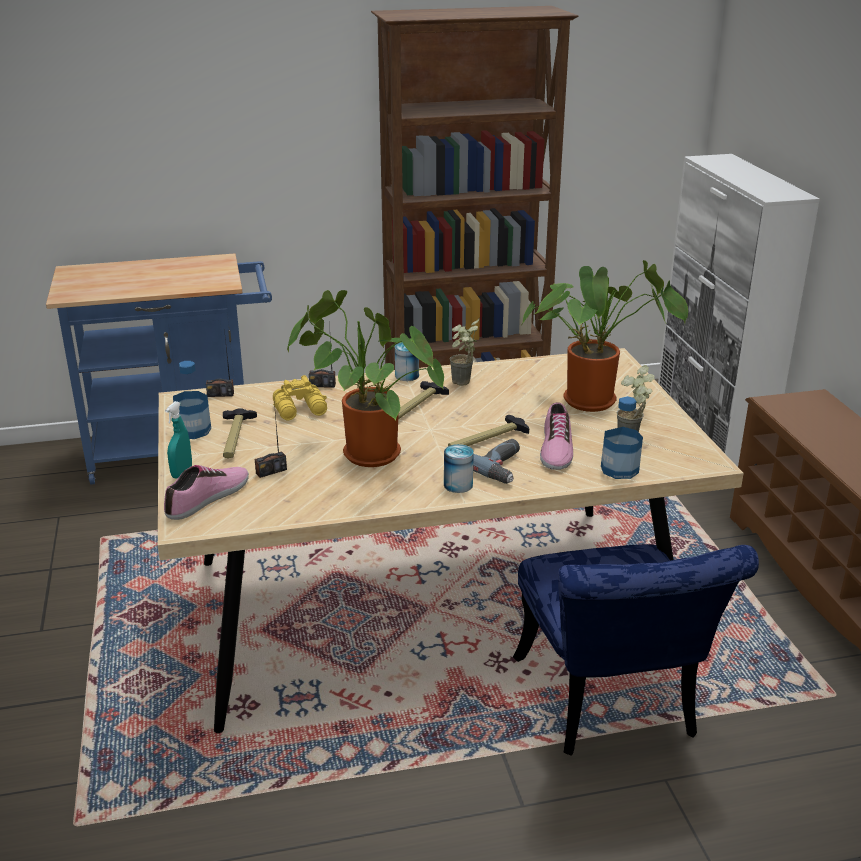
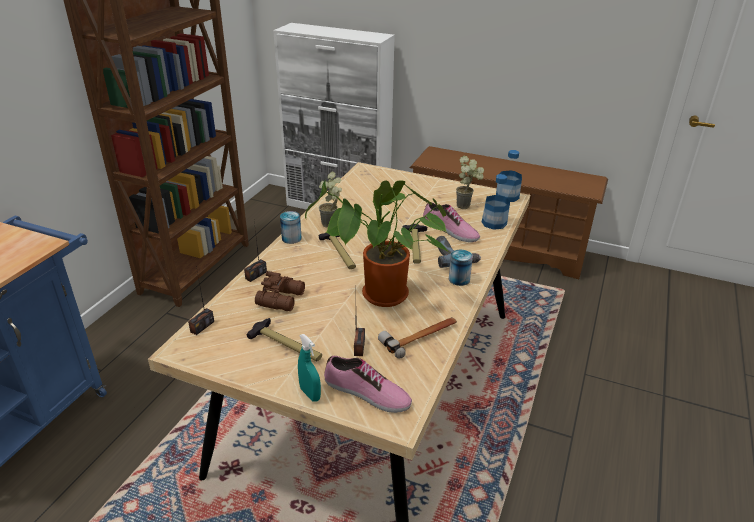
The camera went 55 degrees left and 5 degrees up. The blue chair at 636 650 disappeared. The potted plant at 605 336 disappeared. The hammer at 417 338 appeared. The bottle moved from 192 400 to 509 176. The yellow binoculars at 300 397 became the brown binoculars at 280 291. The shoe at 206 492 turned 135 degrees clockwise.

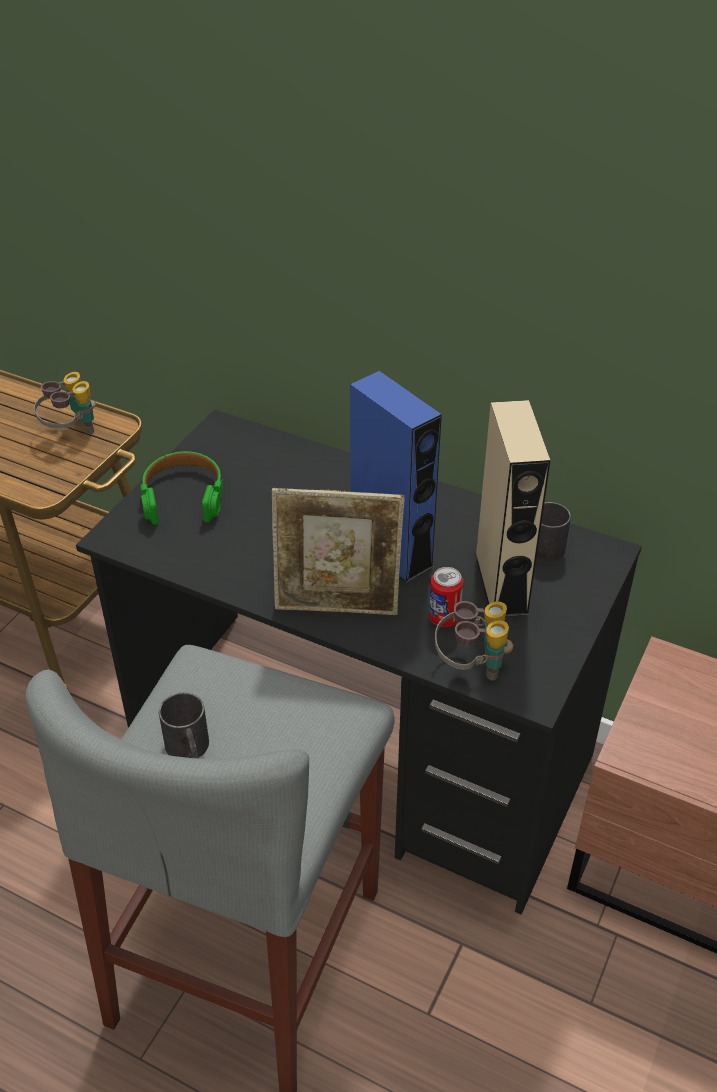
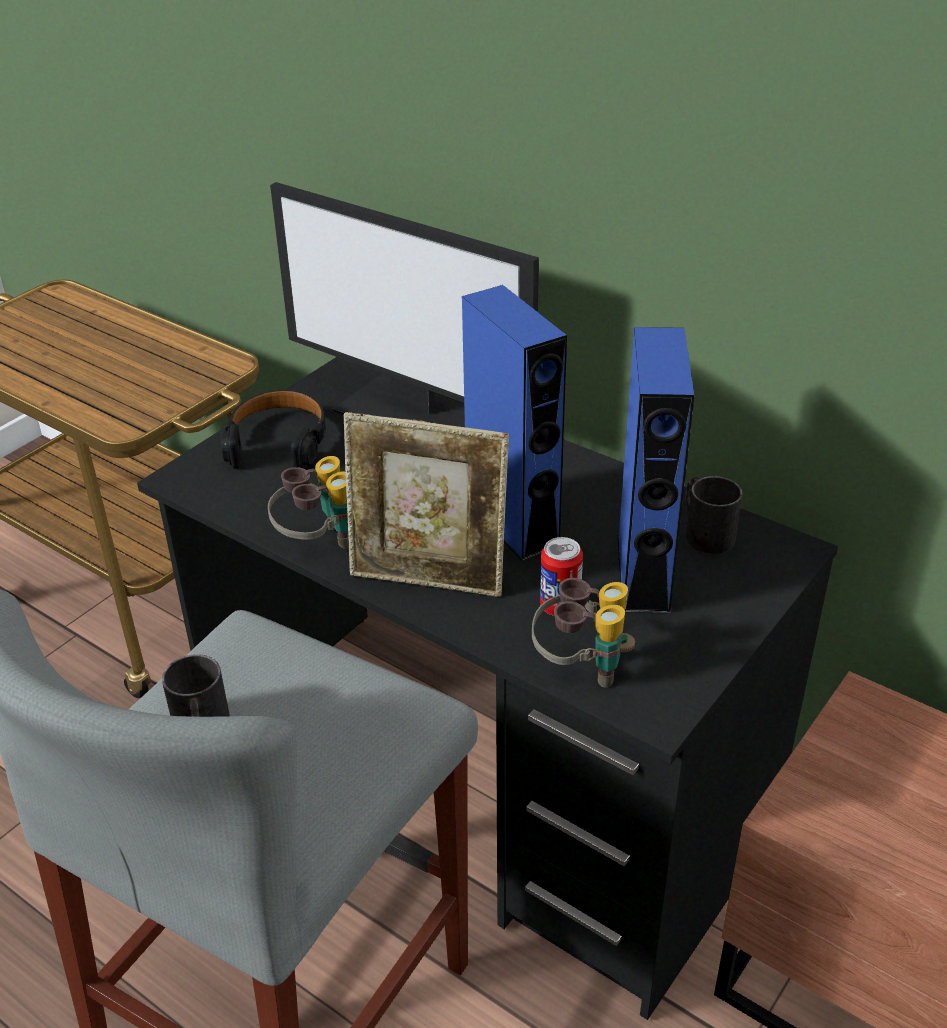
The camera went 10 degrees right and 5 degrees down. The monitor at 404 304 appeared. The binoculars moved from 65 403 to 308 502. The green headphones at 181 488 became the black headphones at 273 429. The beige speaker at 513 508 became the blue speaker at 656 470.

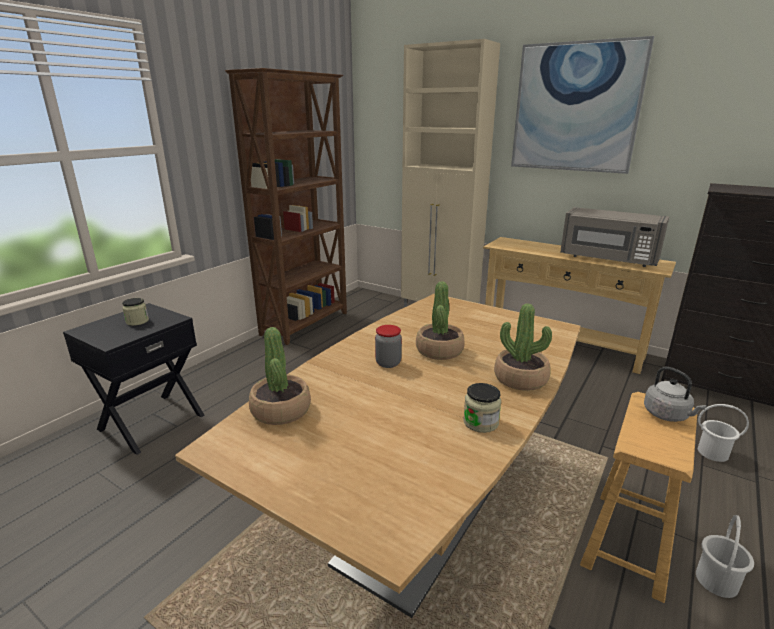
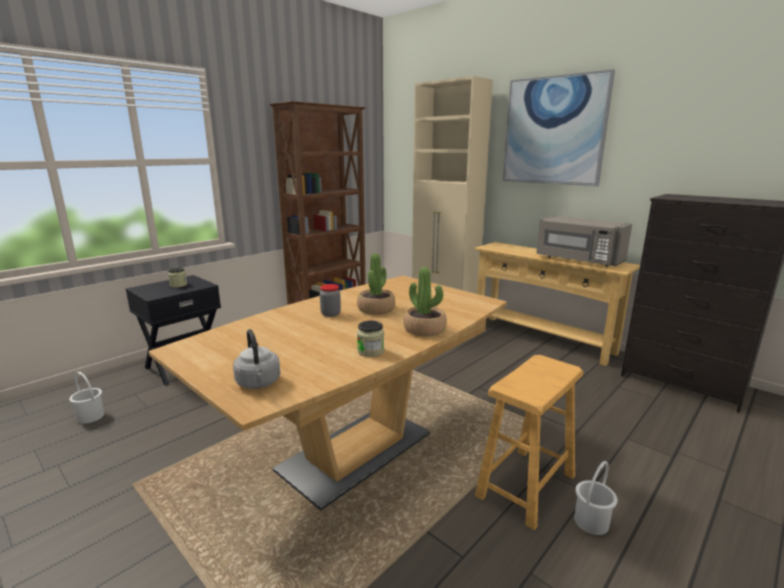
The camera went 10 degrees right and 5 degrees down. The potted plant at 280 376 disappeared. The grey kettle moved from 675 394 to 257 359. The white bucket moved from 723 433 to 87 398.

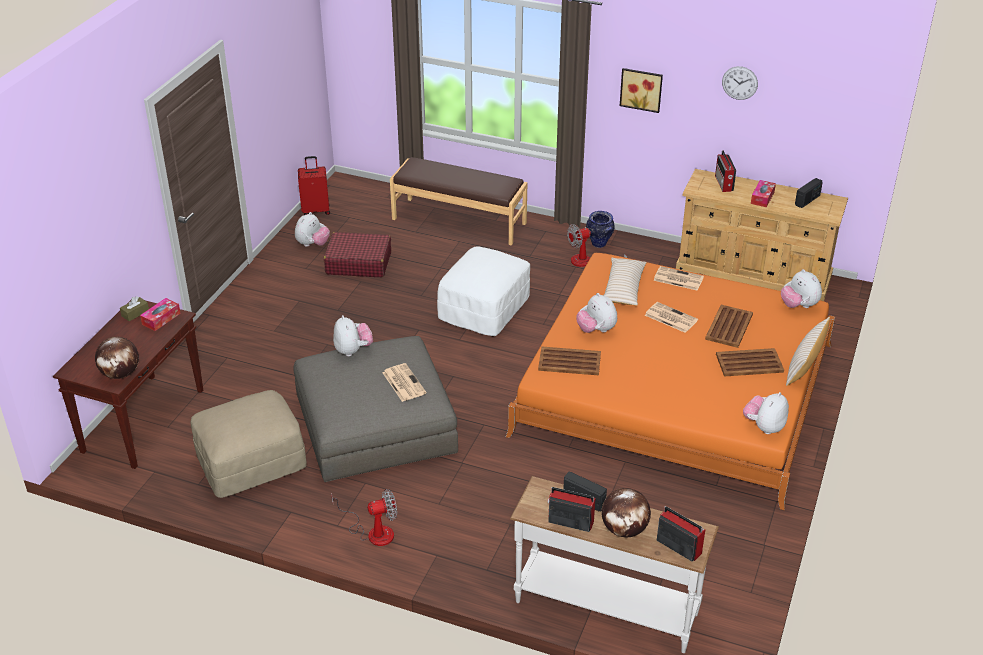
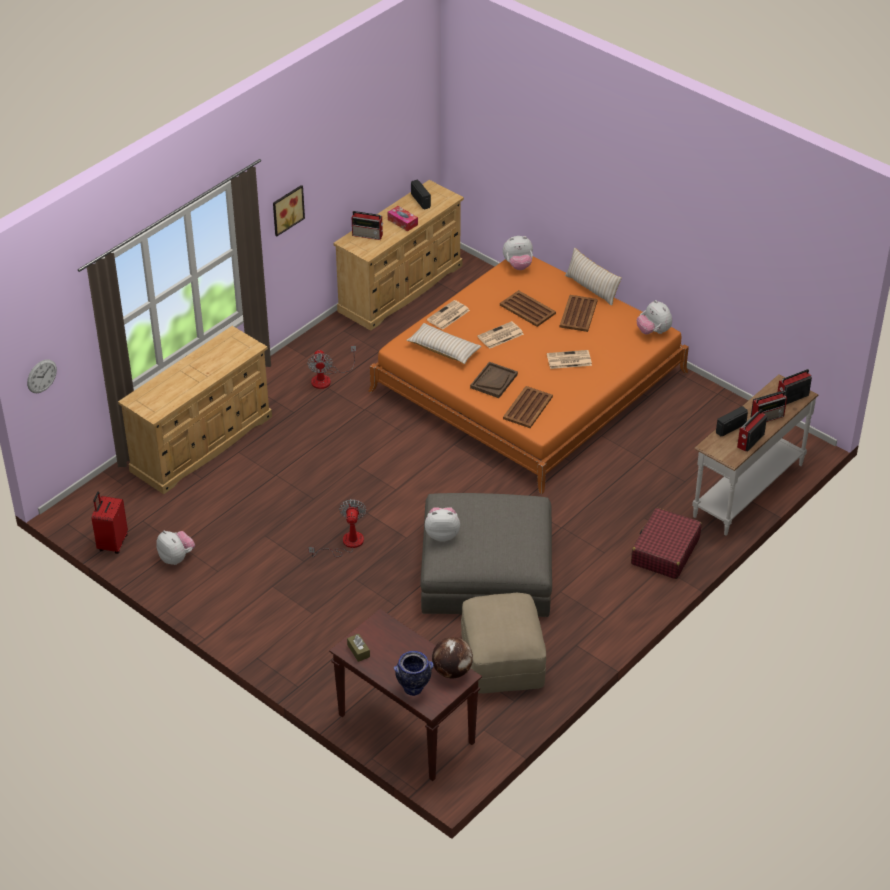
The camera went 70 degrees left and 5 degrees up. The tissue box at 160 314 disappeared. The white ottoman at 483 291 disappeared. The red suitcase moved from 357 254 to 666 543. The fan moved from 364 517 to 337 528. The newspaper moved from 404 382 to 569 359. The vase moved from 600 229 to 414 673. The wall clock moved from 740 83 to 42 376. The brown bench at 458 201 was replaced by the beige dresser at 195 410. The plush toy at 596 313 was replaced by the brown tray at 494 380. The globe at 626 513 was replaced by the radio at 769 406.

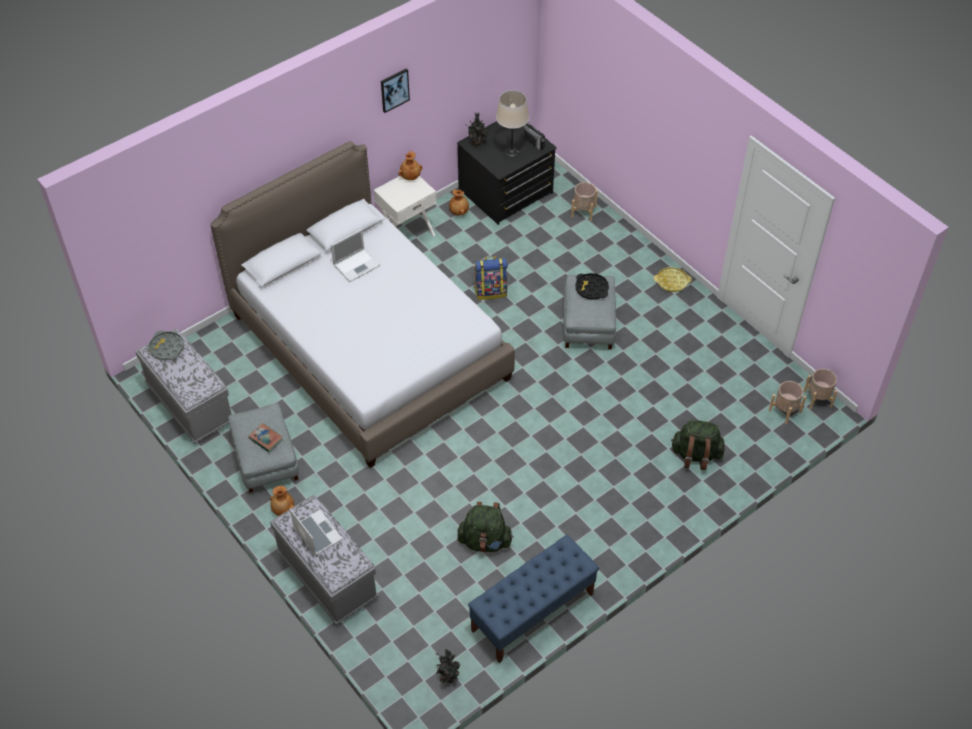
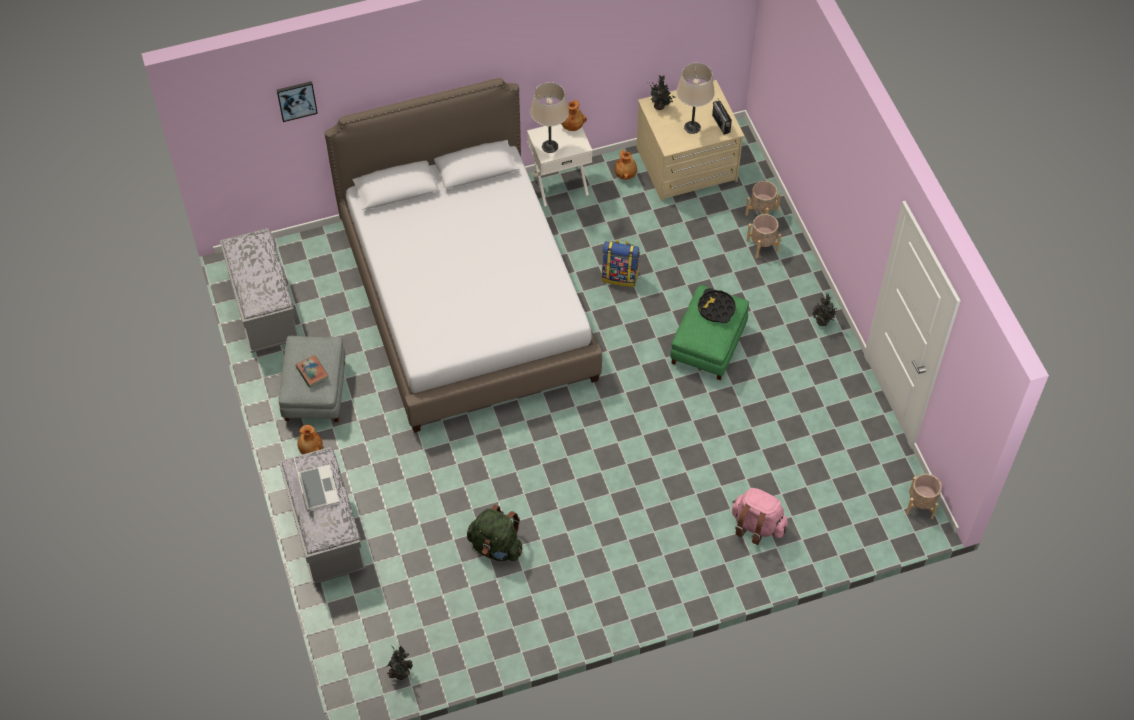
The camera went 20 degrees right and 5 degrees up. The grey tray at 166 345 disappeared. The laptop at 355 255 disappeared. The blue bench at 533 599 disappeared. The beige table lamp at 550 117 appeared. The picture moved from 395 91 to 297 101. The beige planter moved from 787 403 to 763 236. The yellow tray at 673 279 was replaced by the potted plant at 824 309. The black dresser at 507 173 became the beige dresser at 690 141. The grey ottoman at 589 312 became the green ottoman at 709 332. The green backpack at 698 445 became the pink backpack at 760 516.

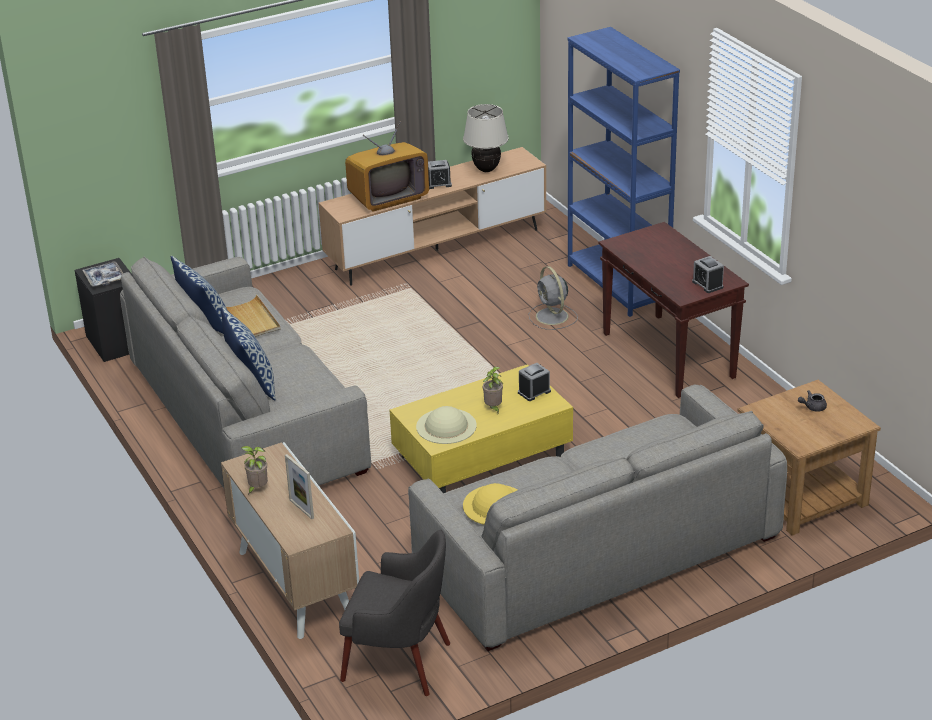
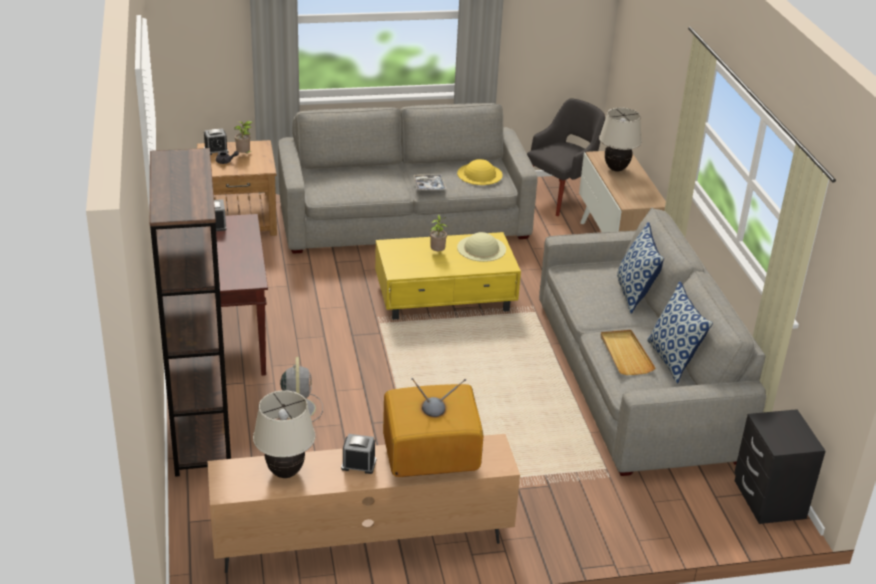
The camera went 165 degrees left and 0 degrees up. The tray moved from 103 274 to 430 182. The potted plant moved from 254 470 to 243 137. The alarm clock moved from 534 382 to 216 141. The picture frame at 299 486 was replaced by the beige table lamp at 620 140. The blue bookcase at 624 172 became the brown bookcase at 190 312. The grey armchair at 394 613 turned 105 degrees clockwise.

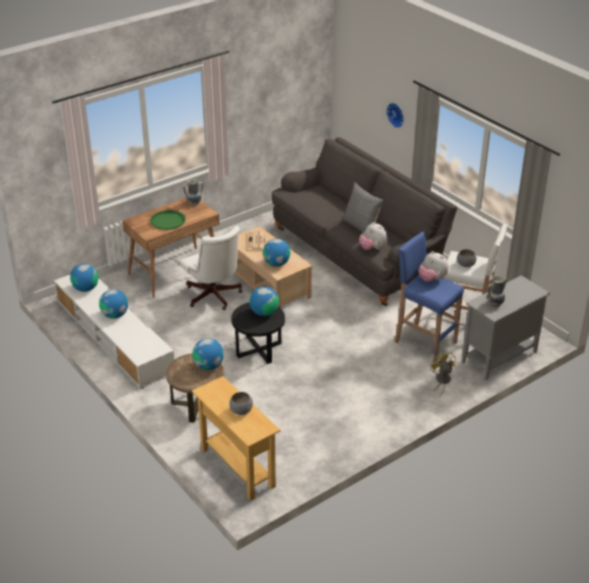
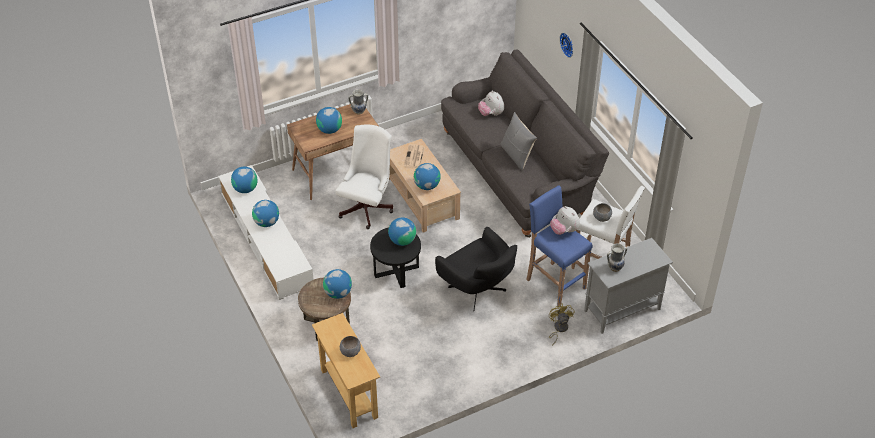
The camera went 10 degrees right and 10 degrees up. The black armchair at 476 268 appeared. The plush toy moved from 373 236 to 491 103. The green tray at 168 220 was replaced by the globe at 329 120. The white office chair at 211 268 turned 135 degrees counterclockwise.

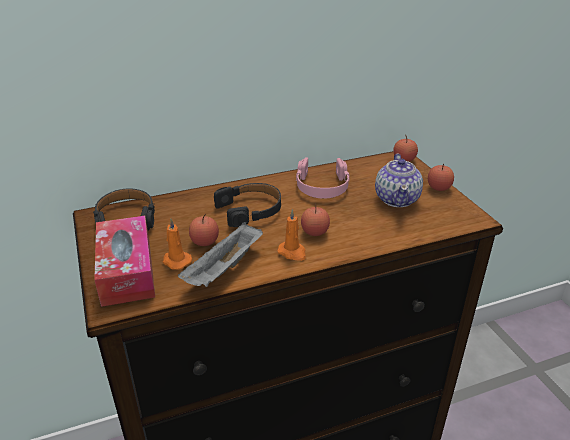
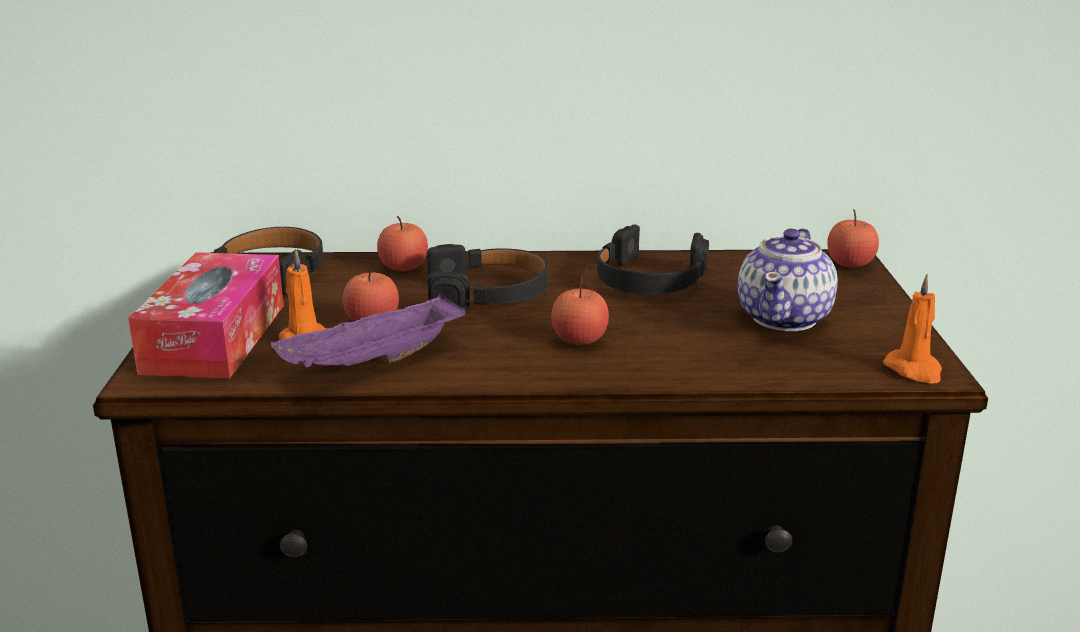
The camera went 20 degrees right and 10 degrees down. The orange candle moved from 291 235 to 912 329. The apple moved from 441 177 to 402 243. The grey tray at 220 254 became the purple tray at 368 330. The pink headphones at 323 178 became the black headphones at 653 259.

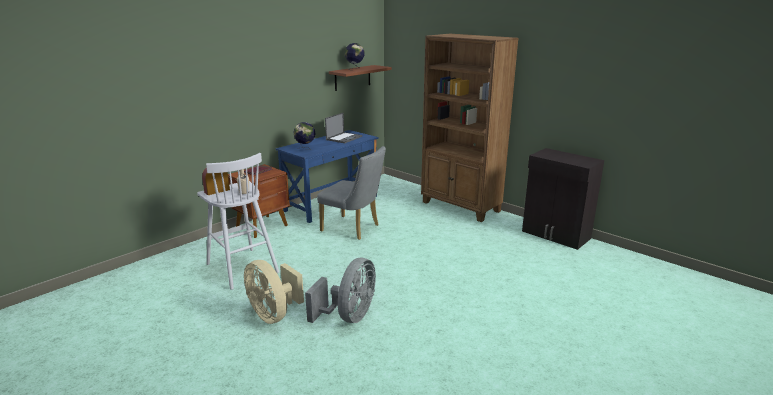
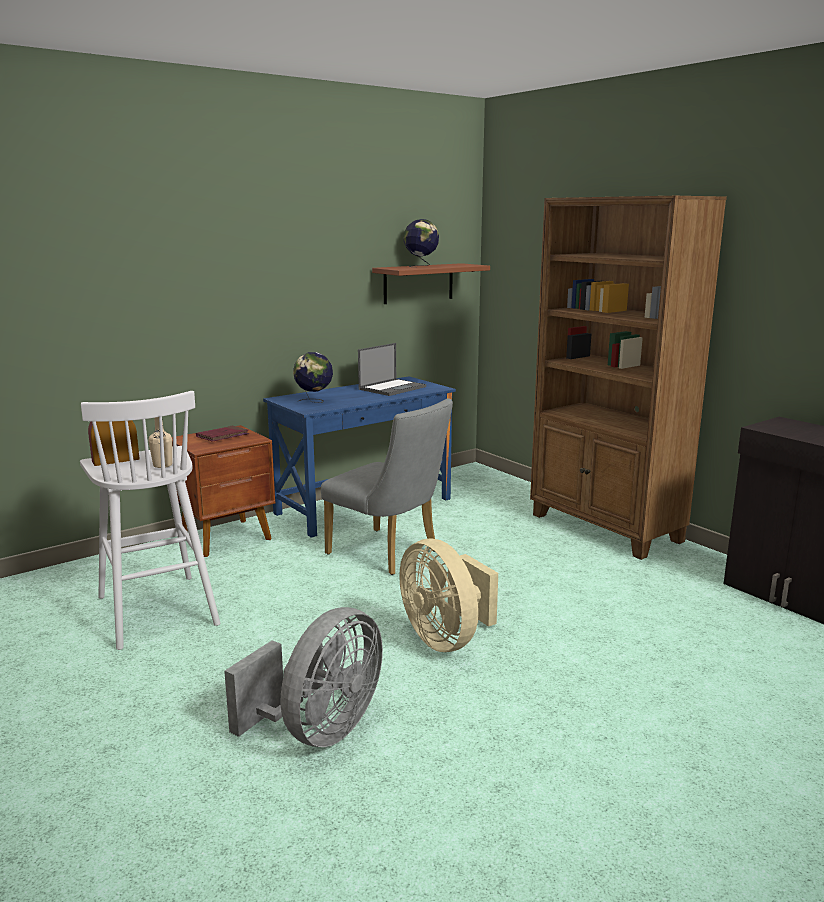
The camera went 10 degrees right and 5 degrees down. The beige fan moved from 274 292 to 448 595.

